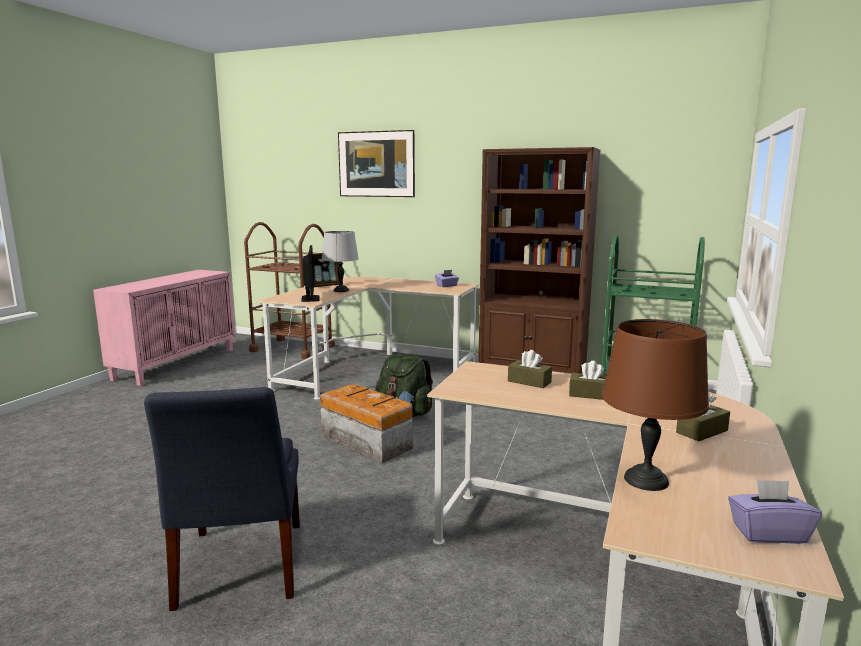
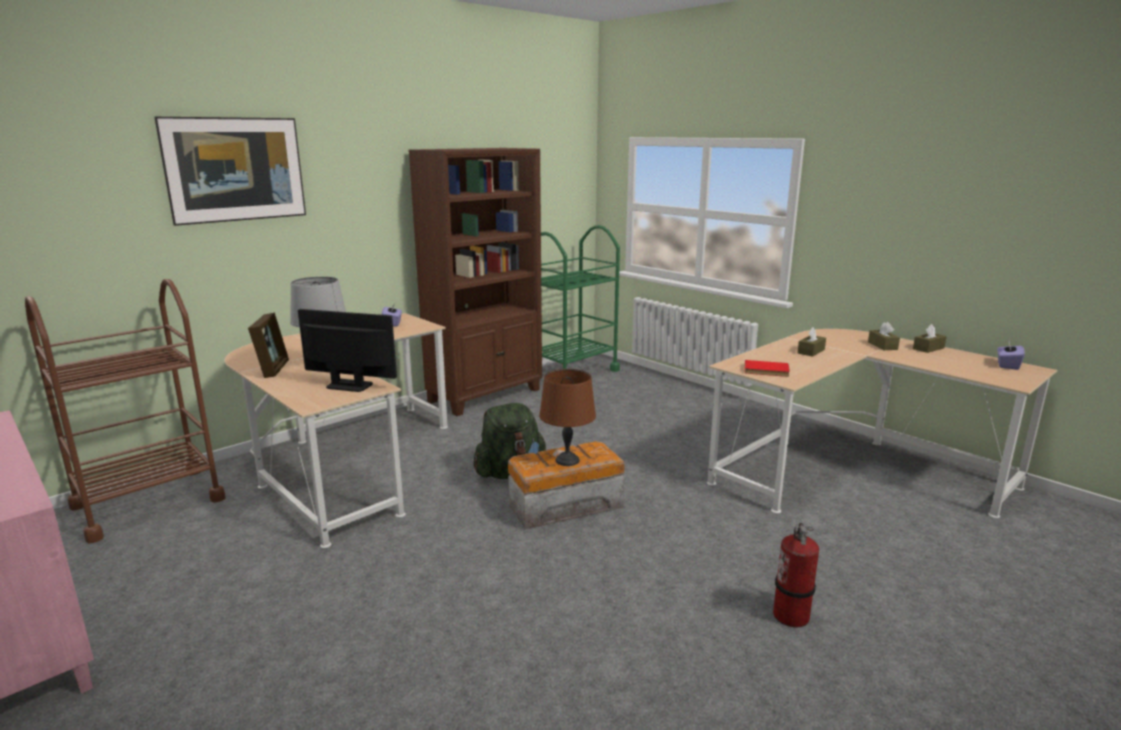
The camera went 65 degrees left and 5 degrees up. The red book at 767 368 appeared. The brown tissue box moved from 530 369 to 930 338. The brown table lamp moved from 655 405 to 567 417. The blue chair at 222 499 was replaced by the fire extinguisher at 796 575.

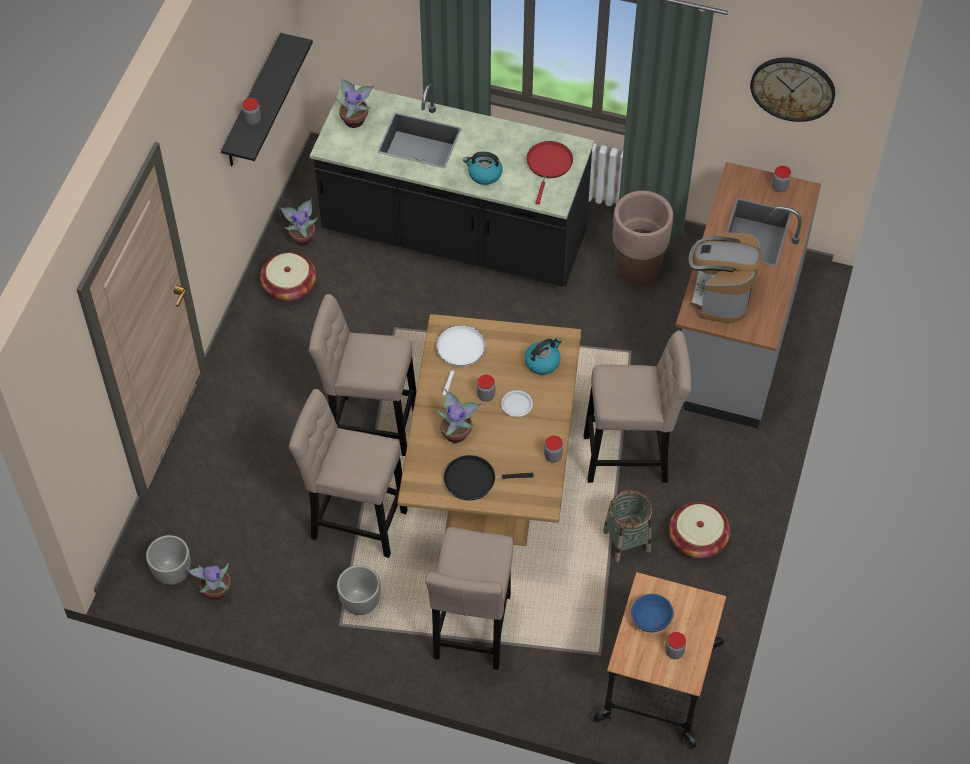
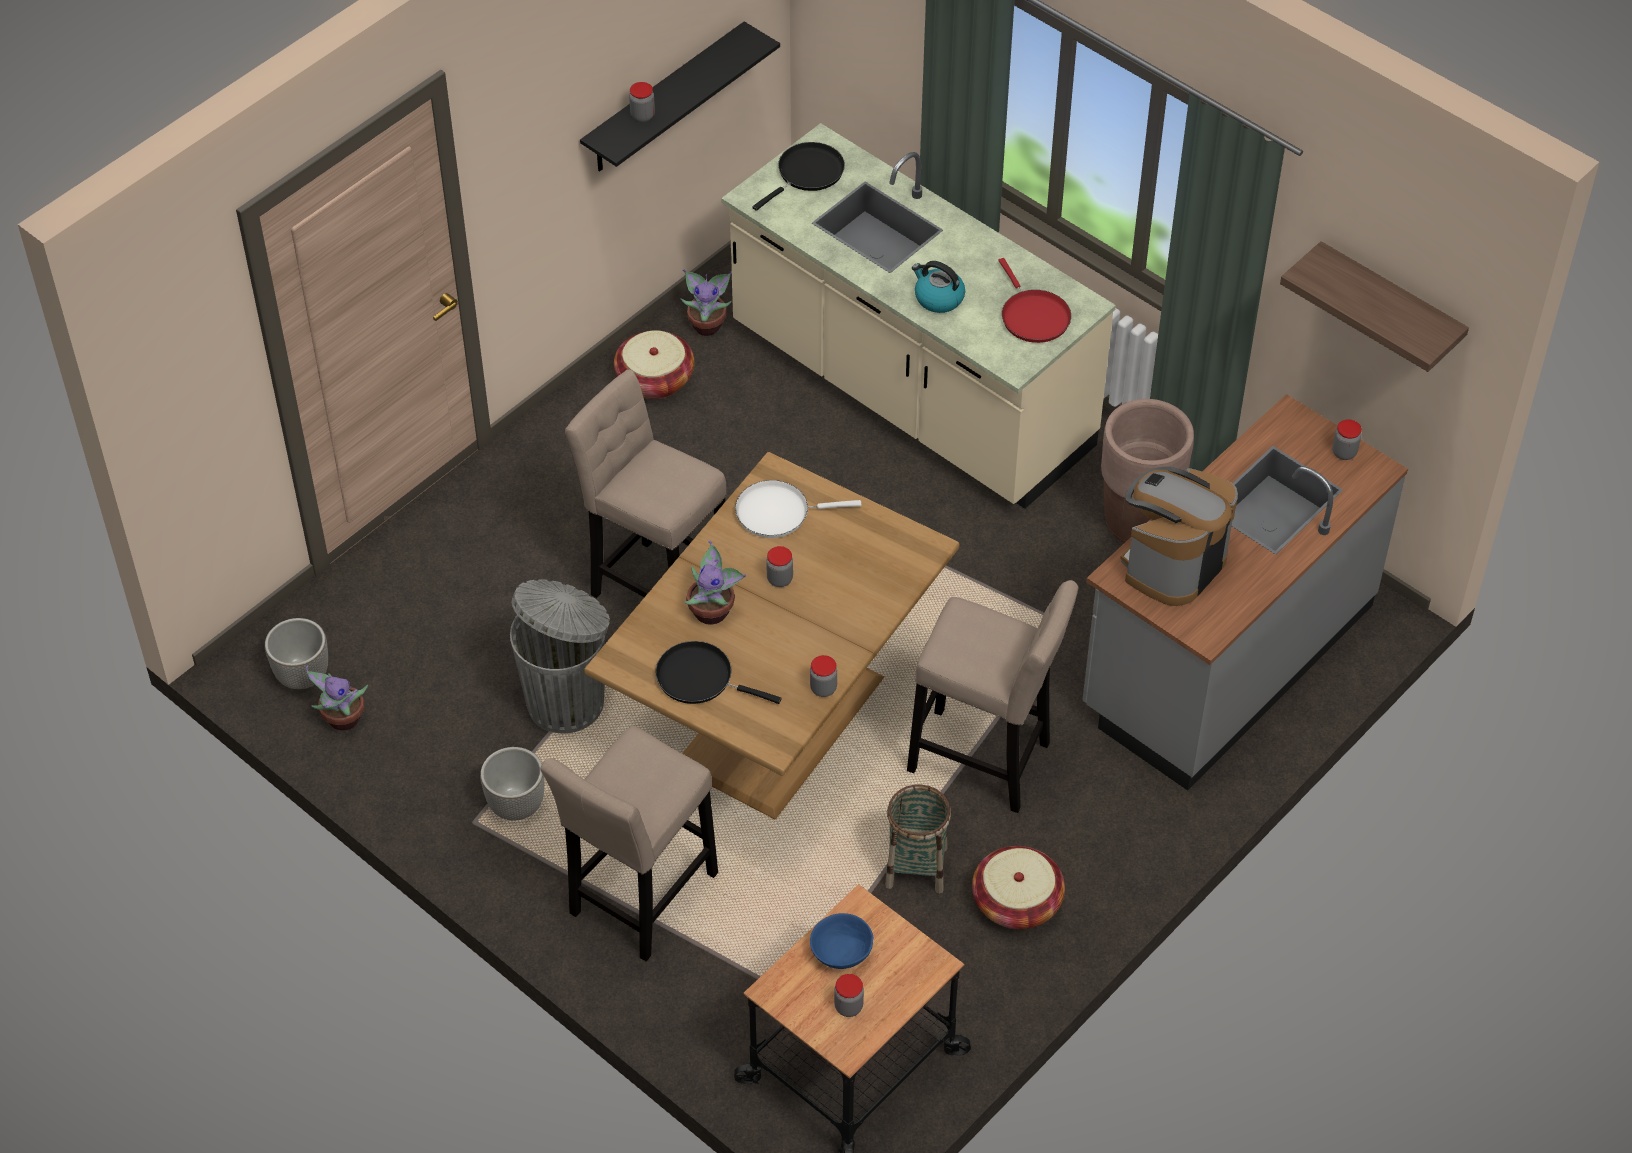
The camera went 25 degrees right and 5 degrees down. The white plate at 517 403 disappeared. The kettle at 543 356 disappeared. The beige stool at 348 473 was replaced by the grey trash can at 560 656. The potted plant at 354 102 was replaced by the black frying pan at 799 176. The wall clock at 792 90 was replaced by the shelf at 1374 306. The black counter at 452 185 became the beige counter at 918 316. The white frying pan at 461 360 turned 135 degrees counterclockwise. The red frying pan at 549 172 turned 120 degrees clockwise.

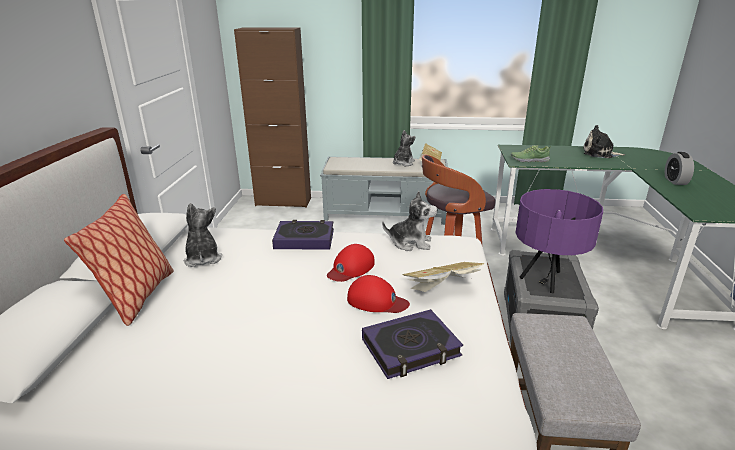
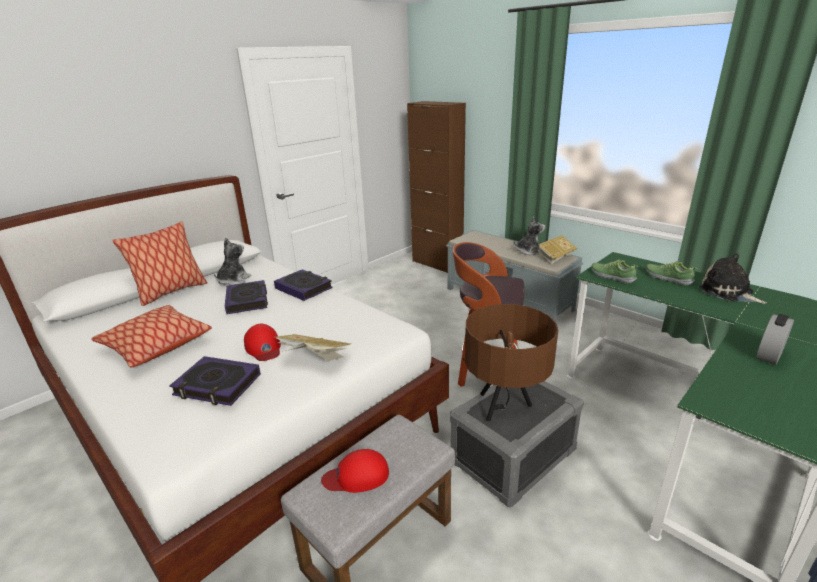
The camera went 40 degrees right and 0 degrees up. The plush toy at 410 221 disappeared. The pillow at 151 336 appeared. The book at 246 297 appeared. The shoe at 671 273 appeared. The red cap moved from 351 263 to 355 471. The purple table lamp at 559 241 became the brown table lamp at 511 363.

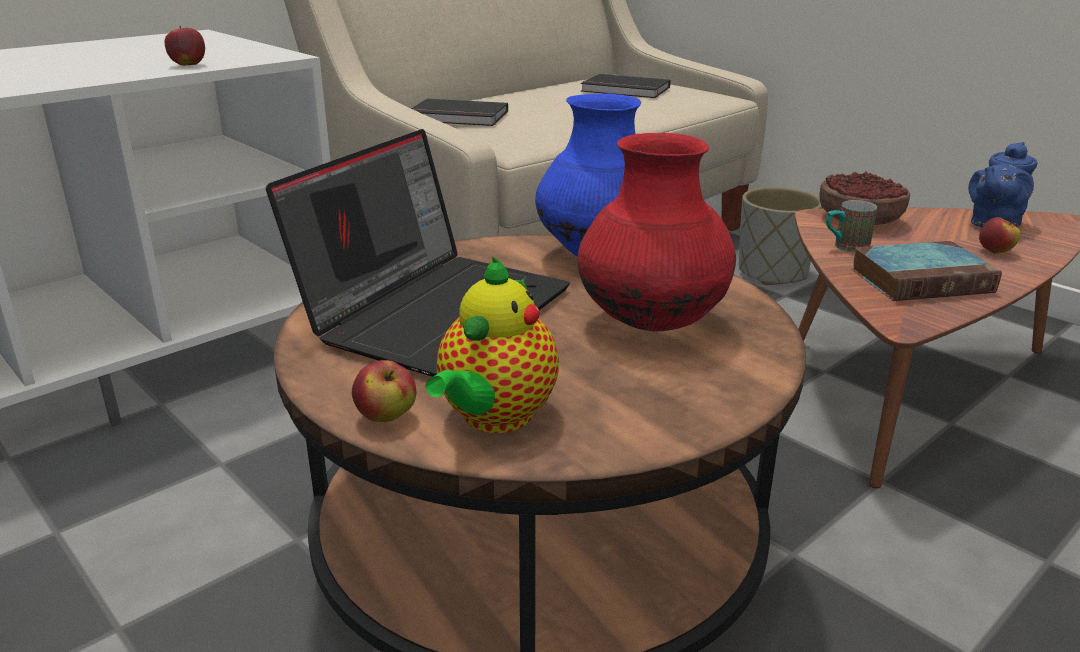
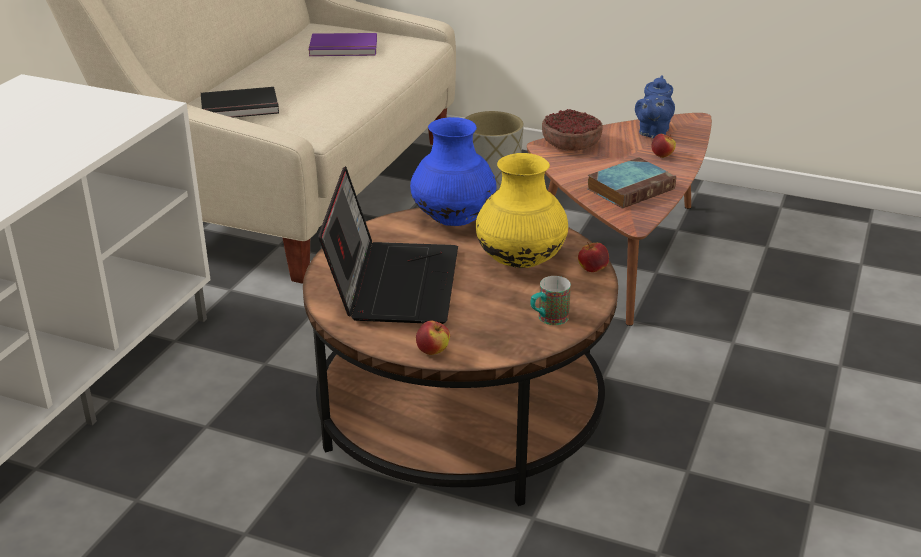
The camera went 25 degrees left and 5 degrees up. The teapot at 492 345 disappeared. The apple moved from 185 46 to 593 257. The mug moved from 851 226 to 550 300. The red vase at 656 232 became the yellow vase at 522 210. The black book at 626 86 became the purple book at 343 44.

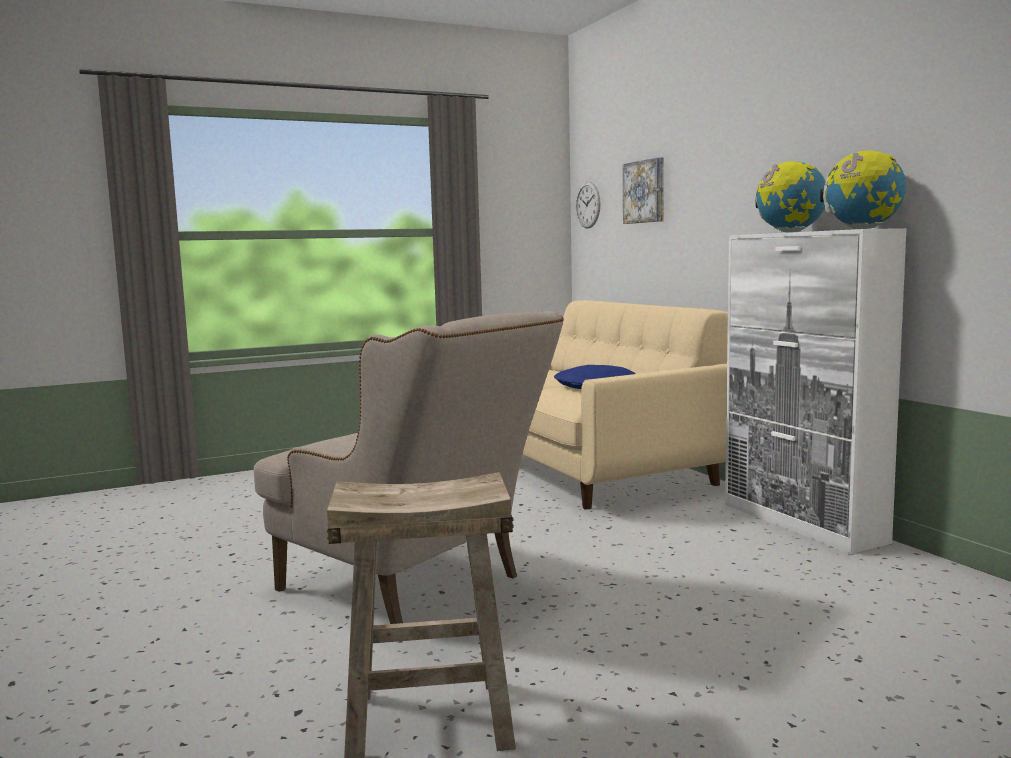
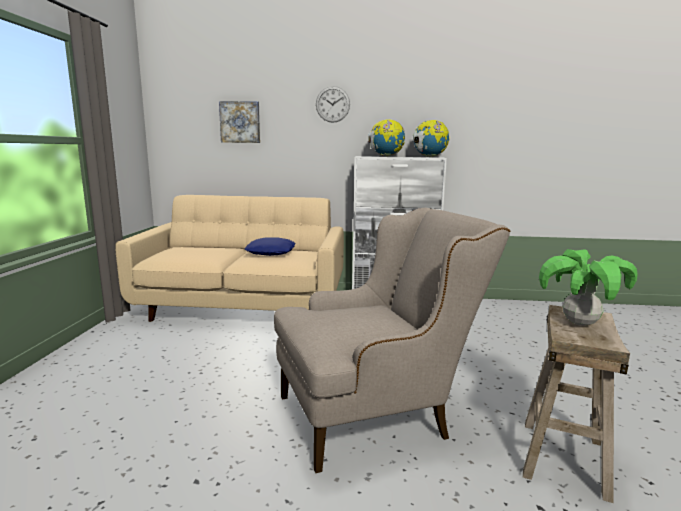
The camera went 60 degrees left and 5 degrees up. The potted plant at 588 287 appeared. The wall clock moved from 588 205 to 333 104.

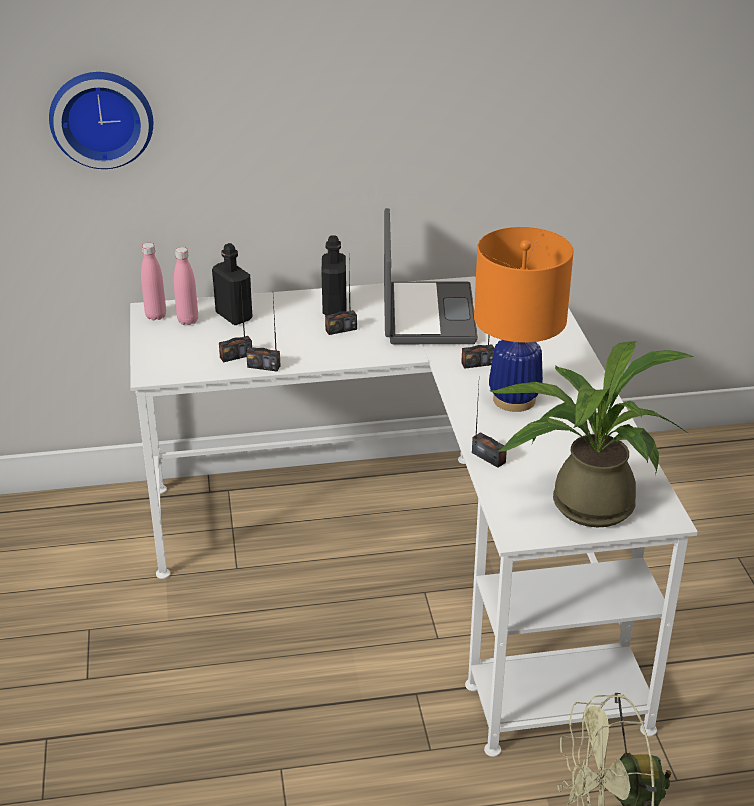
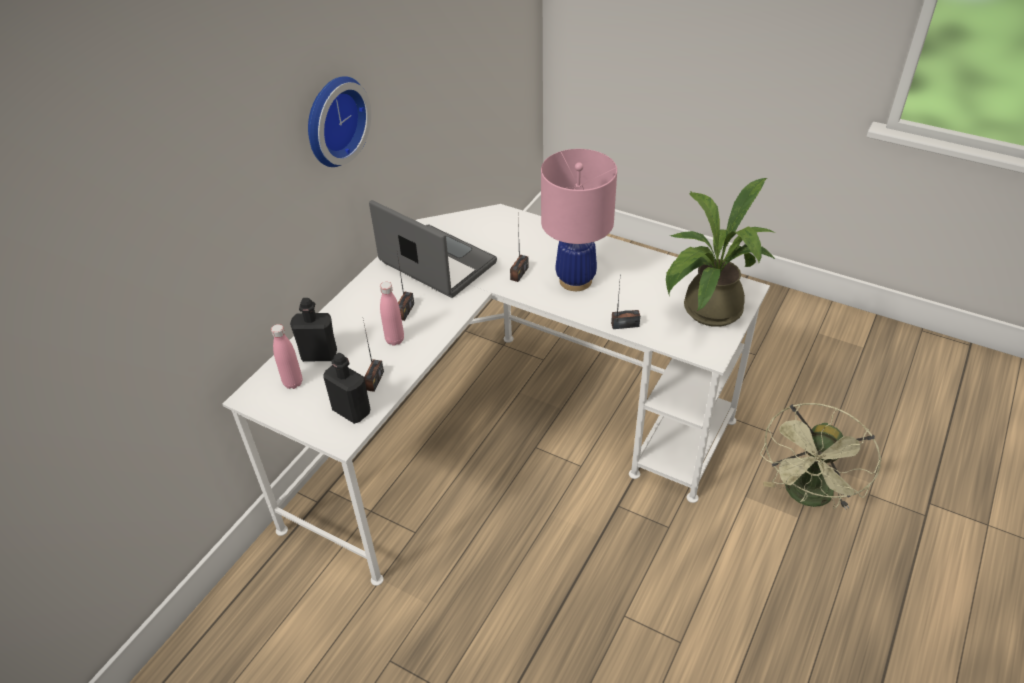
The camera went 50 degrees left and 10 degrees up. The radio at 263 335 disappeared. The wall clock moved from 101 120 to 339 121. The pink bottle moved from 153 281 to 392 314. The black bottle moved from 333 275 to 347 388. The orange table lamp at 524 319 became the pink table lamp at 579 220.

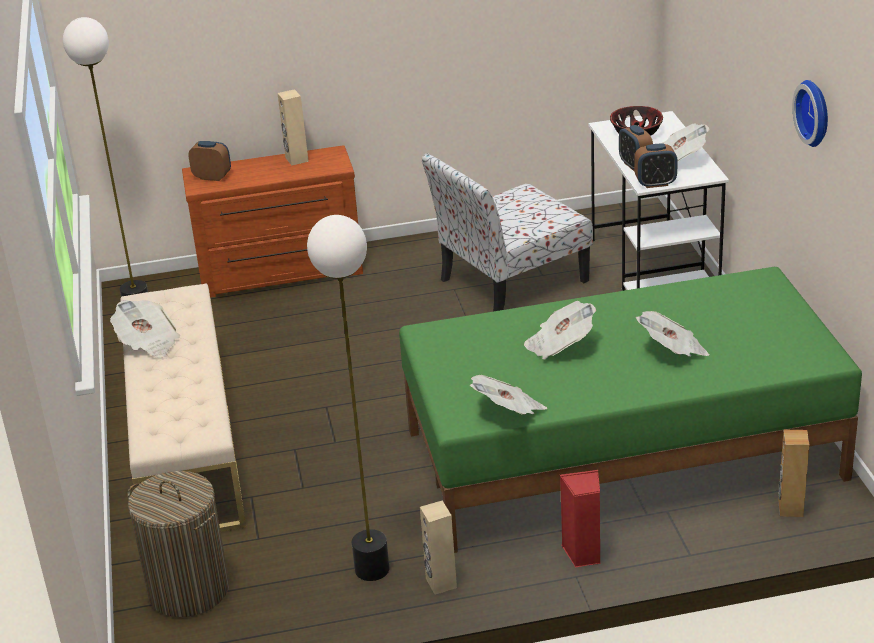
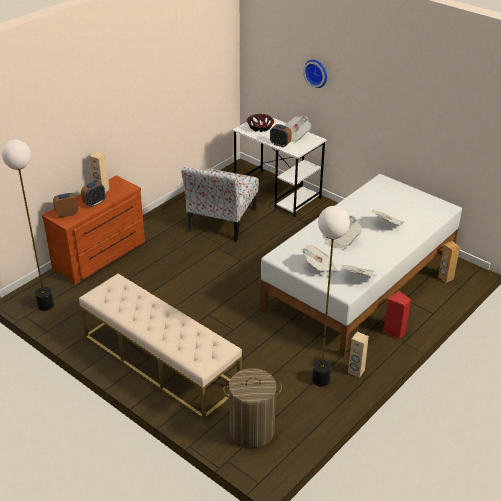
The camera went 40 degrees left and 5 degrees up. The newspaper moved from 145 329 to 319 259. The alarm clock moved from 656 166 to 93 194. The wall clock moved from 810 113 to 315 74. The green bed at 630 410 became the white bed at 361 265.

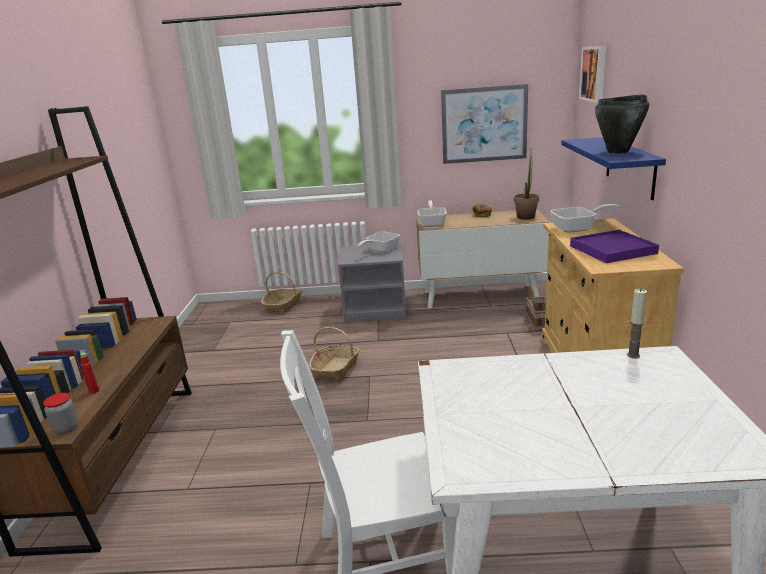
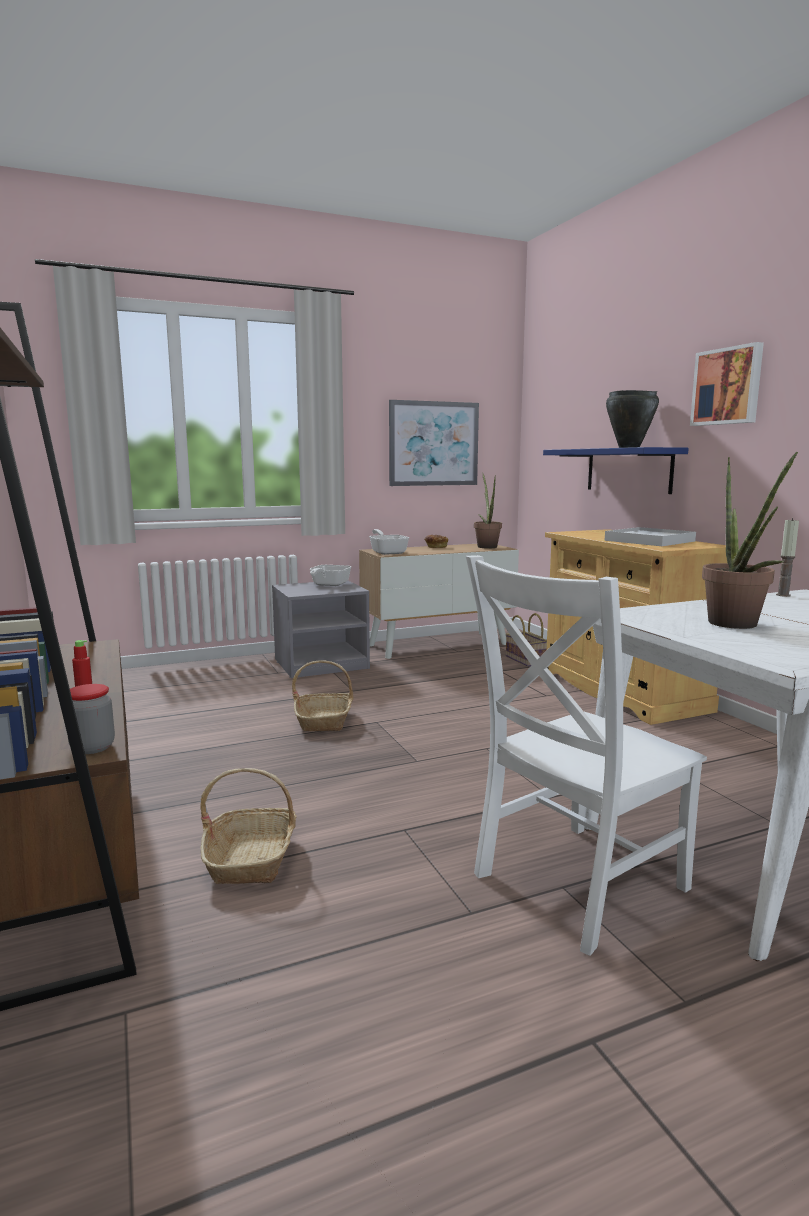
The camera went 25 degrees left and 10 degrees down. The frying pan at 585 218 disappeared. The potted plant at 750 540 appeared. The basket moved from 281 292 to 248 826. The picture moved from 592 74 to 727 384. The purple tray at 614 246 became the white tray at 650 536.

